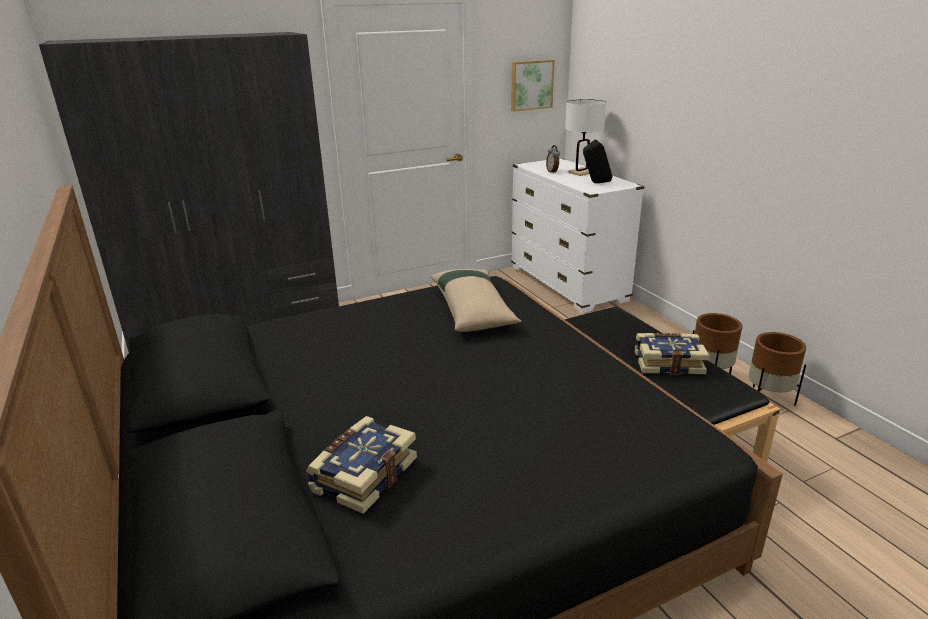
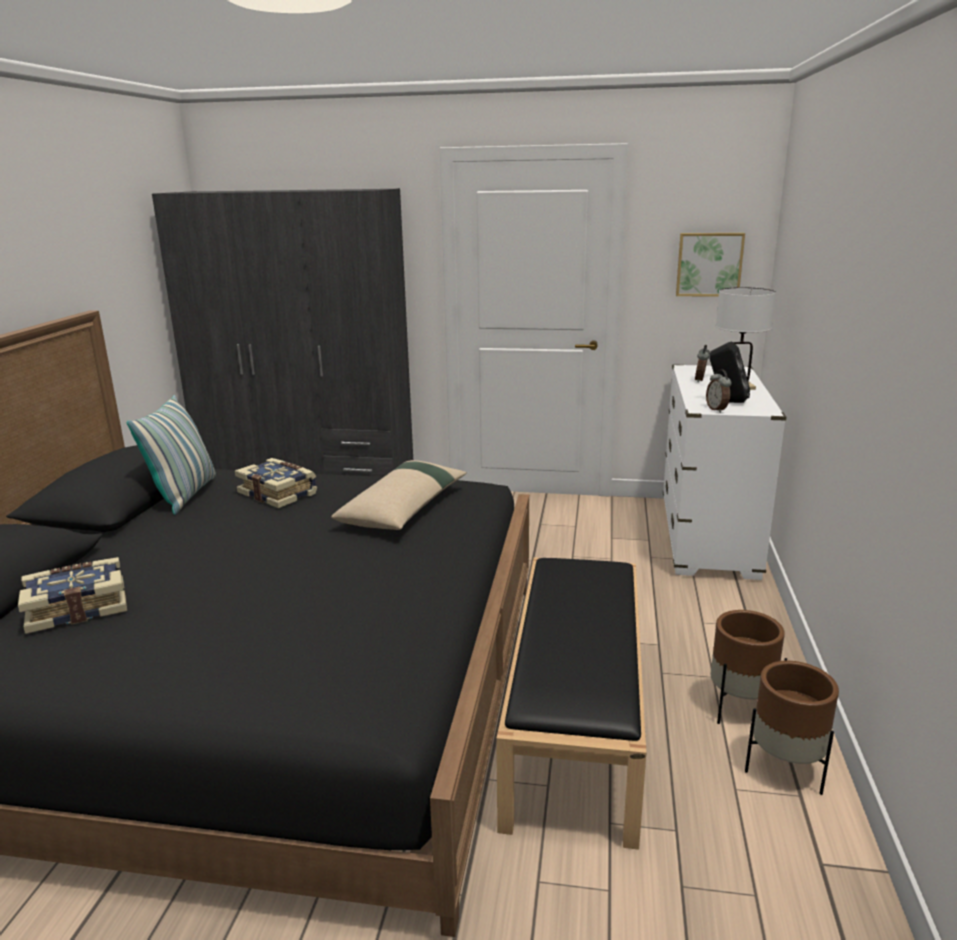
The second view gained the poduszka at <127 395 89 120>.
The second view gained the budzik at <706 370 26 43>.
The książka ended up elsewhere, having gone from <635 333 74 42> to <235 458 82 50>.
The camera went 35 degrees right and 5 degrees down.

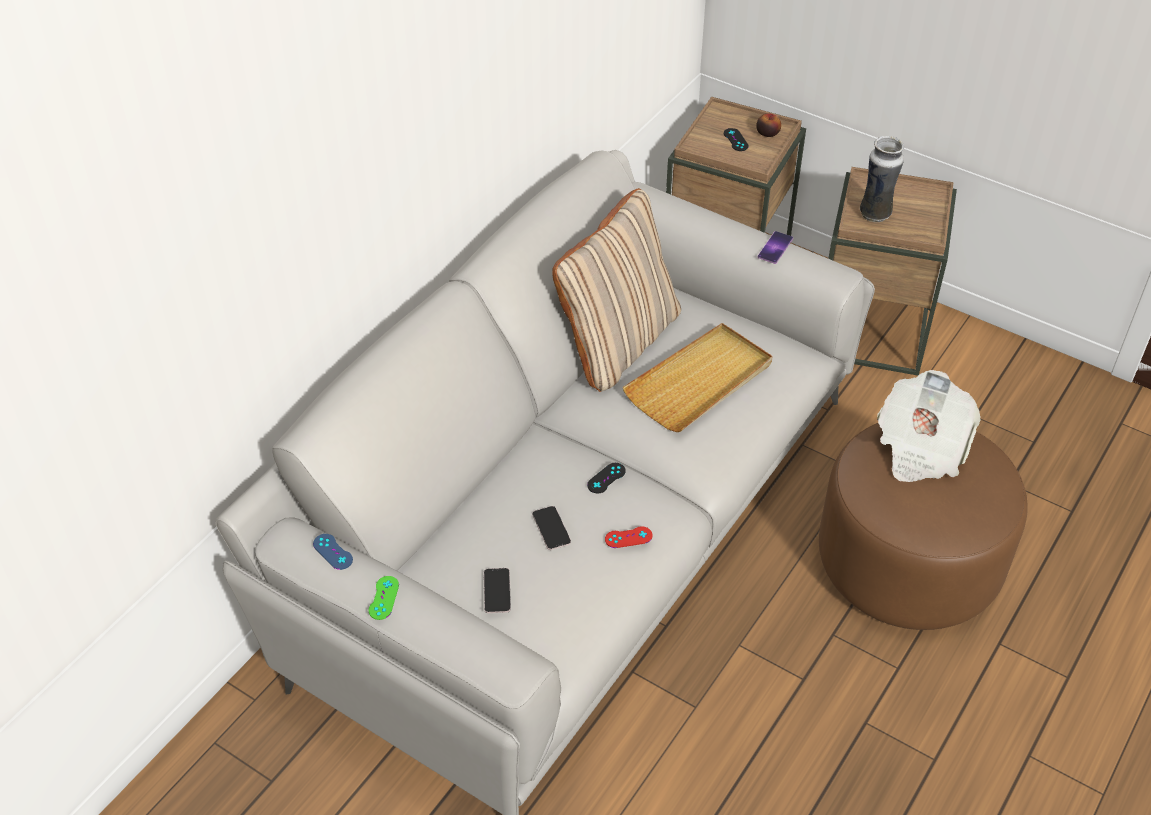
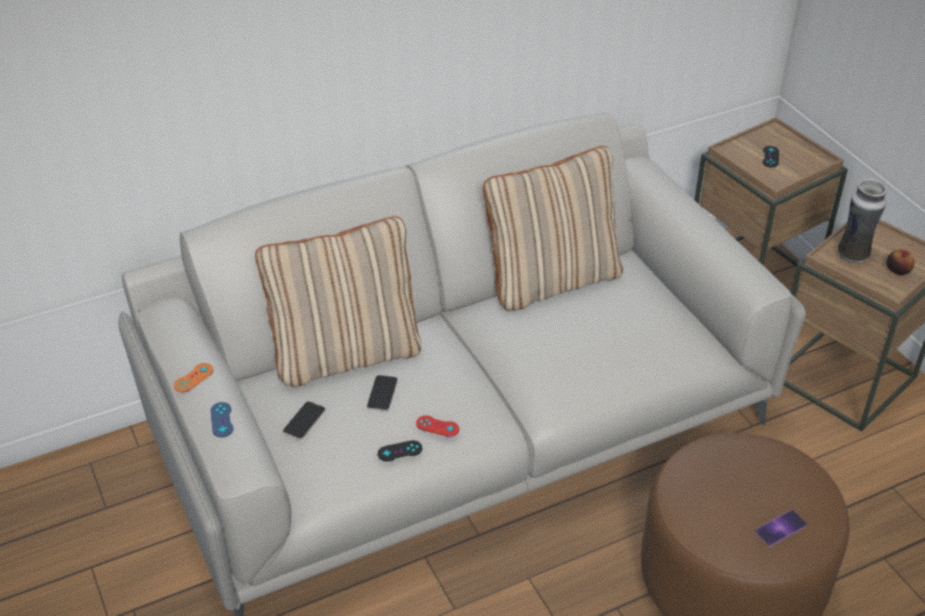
The second view lost the taca (beżowy) at <623 323 150 109>.
The second view lost the gazeta at <877 370 104 112>.
The second view gained the poduszka (beżowy) at <255 216 166 170>.
The pad do gier (niebieski) ended up elsewhere, having gone from <313 534 40 36> to <211 402 23 35>.
The pad do gier (czarny) ended up elsewhere, having gone from <587 463 39 31> to <378 440 44 22>.
The jabłko ended up elsewhere, having gone from <756 113 25 24> to <886 250 29 25>.
The telefon ended up elsewhere, having gone from <758 231 35 33> to <755 510 52 37>.
What was the pad do gier (zielony) at <369 576 30 44> turned into the pad do gier (pomarańczowy) at <174 363 40 29>.
The camera went 30 degrees right and 5 degrees down.

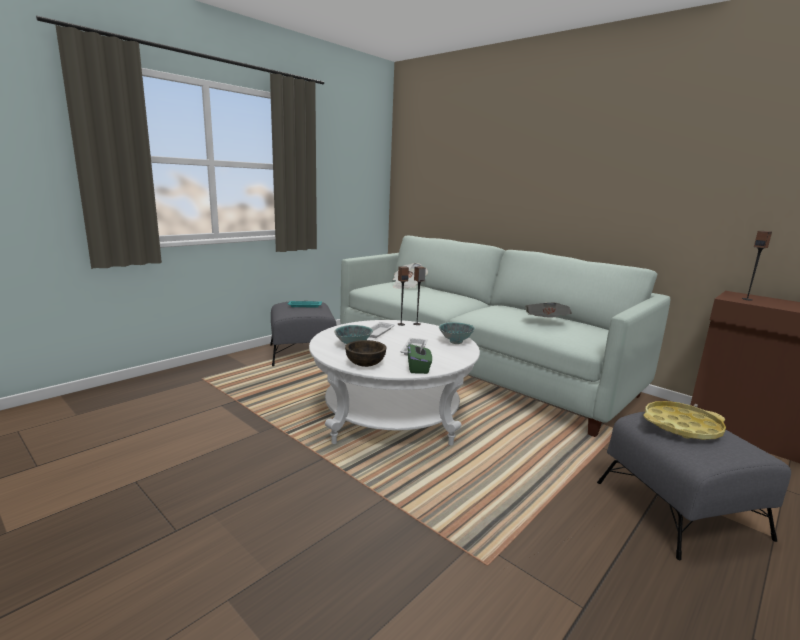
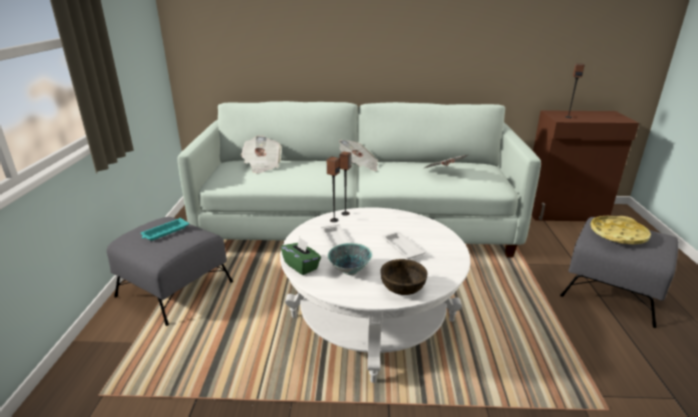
The second view lost the miska at <439 322 36 22>.
The second view gained the gazeta at <339 140 39 31>.
The pudełko chusteczek (zielony) ended up elsewhere, having gone from <408 341 24 33> to <281 237 40 38>.
The camera went 40 degrees left and 10 degrees up.

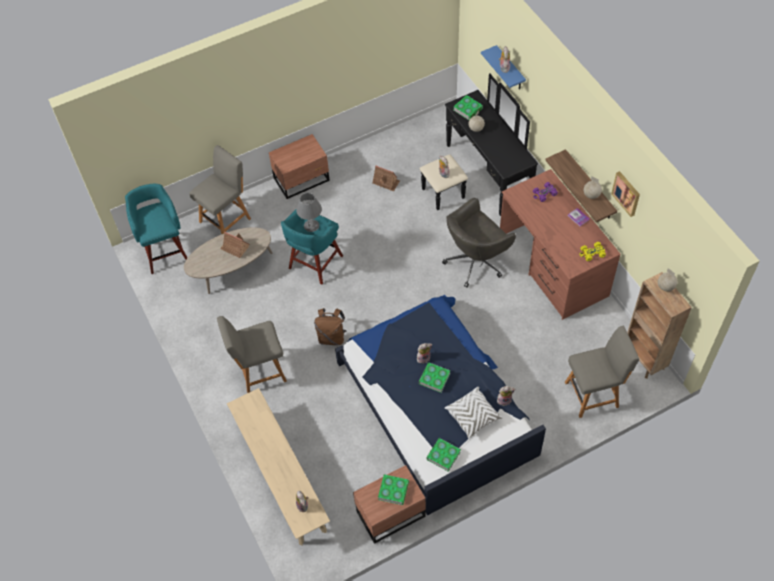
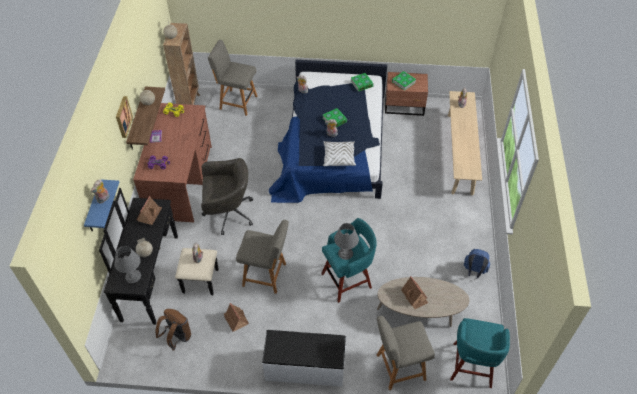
The second view gained the domek at <136 196 26 29>.
The second view gained the plecak (niebieski) at <464 249 26 29>.
The krzesło (szary) ended up elsewhere, having gone from <217 316 70 77> to <236 220 53 74>.
The plecak (brązowy) ended up elsewhere, having gone from <314 308 32 37> to <155 309 36 41>.
The poduszka (biały) ended up elsewhere, having gone from <445 386 58 53> to <323 141 33 25>.
The obraz ended up elsewhere, having gone from <611 171 29 46> to <116 96 17 42>.
Where the szafka nocna (brązowy) stood at <269 134 61 65>, the ławka (biały) came to stand at <262 330 84 57>.
Where the książka stood at <453 95 30 25>, the lampa stołowa (szary) came to stand at <114 246 27 37>.
The camera went 150 degrees left and 5 degrees down.

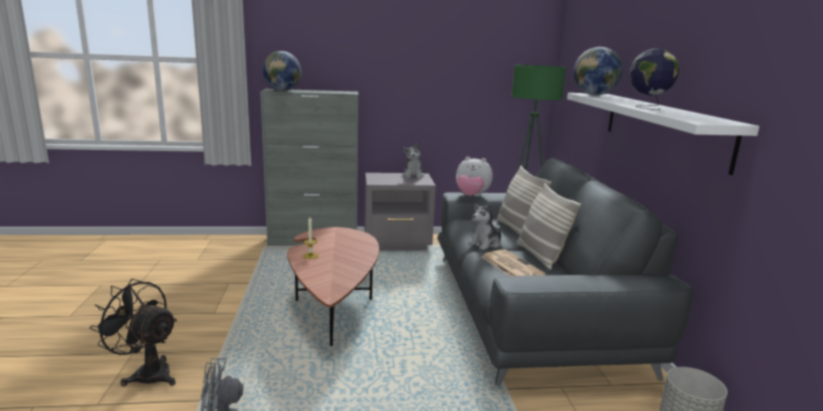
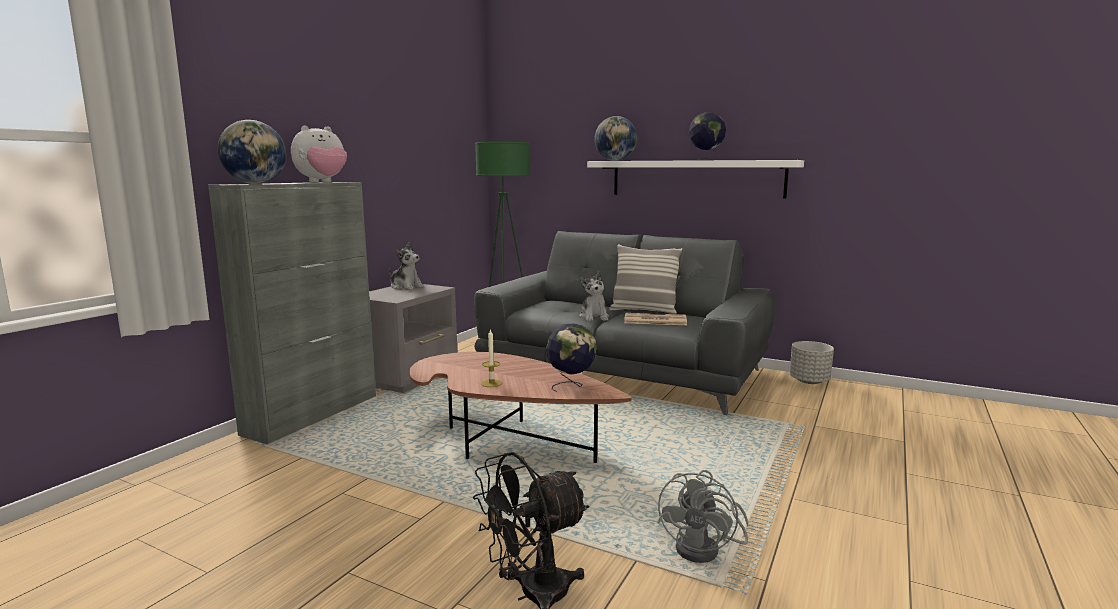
The second view lost the poduszka at <497 166 55 69>.
The second view gained the globus at <546 323 51 69>.
The pluszak ended up elsewhere, having gone from <456 156 37 40> to <291 126 56 56>.
The camera went 55 degrees left and 5 degrees down.

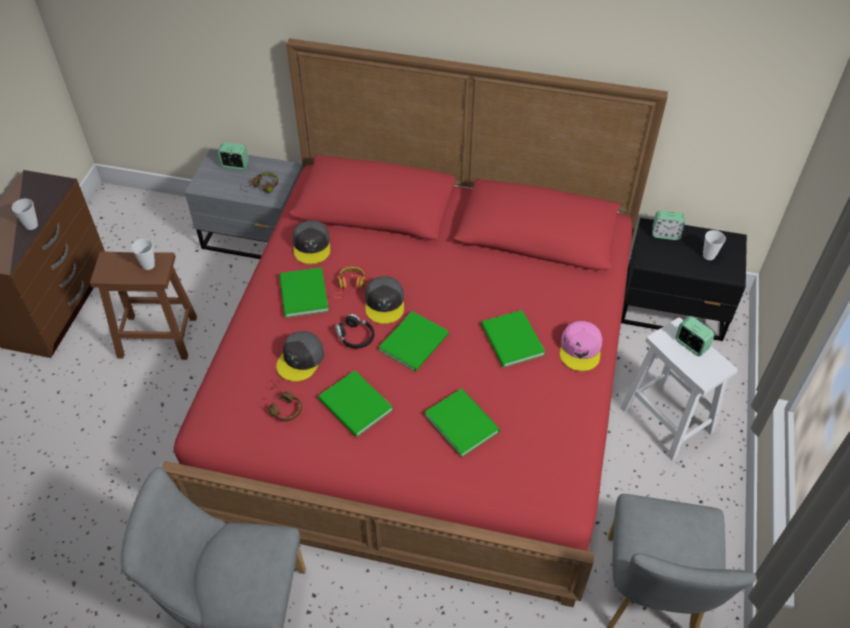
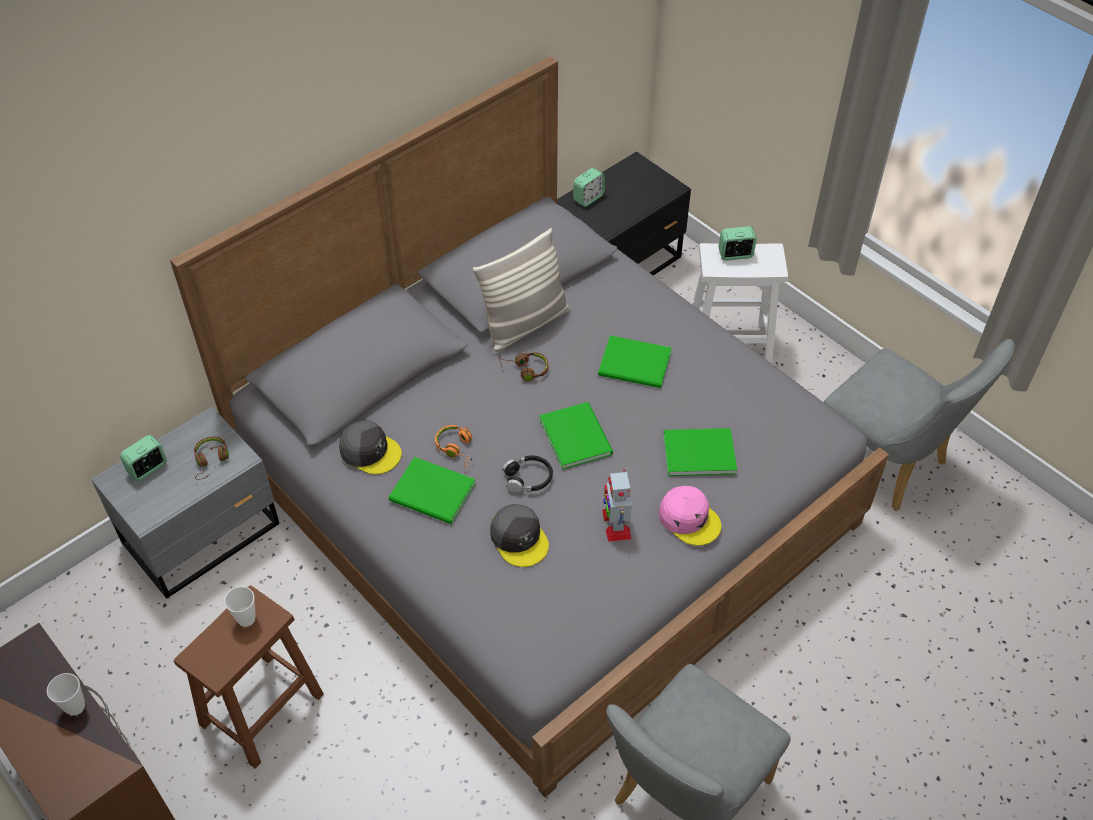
The second view lost the czapka z daszkiem (szary) at <365 276 39 48>.
The second view lost the filiżanka at <703 230 23 30>.
The second view gained the poduszka at <472 228 99 126>.
The słuchawki (brązowy) ended up elsewhere, having gone from <268 380 34 41> to <499 352 49 29>.
The czapka z daszkiem (różowy) ended up elsewhere, having gone from <560 321 42 50> to <658 486 63 60>.
Where the książka (zielony) stood at <318 370 75 67>, the robot zabawkowy came to stand at <602 469 30 73>.
What was the łóżko (czerwony) at <162 38 506 569> turned into the łóżko (szary) at <170 56 719 741>.
The camera went 55 degrees left and 0 degrees up.

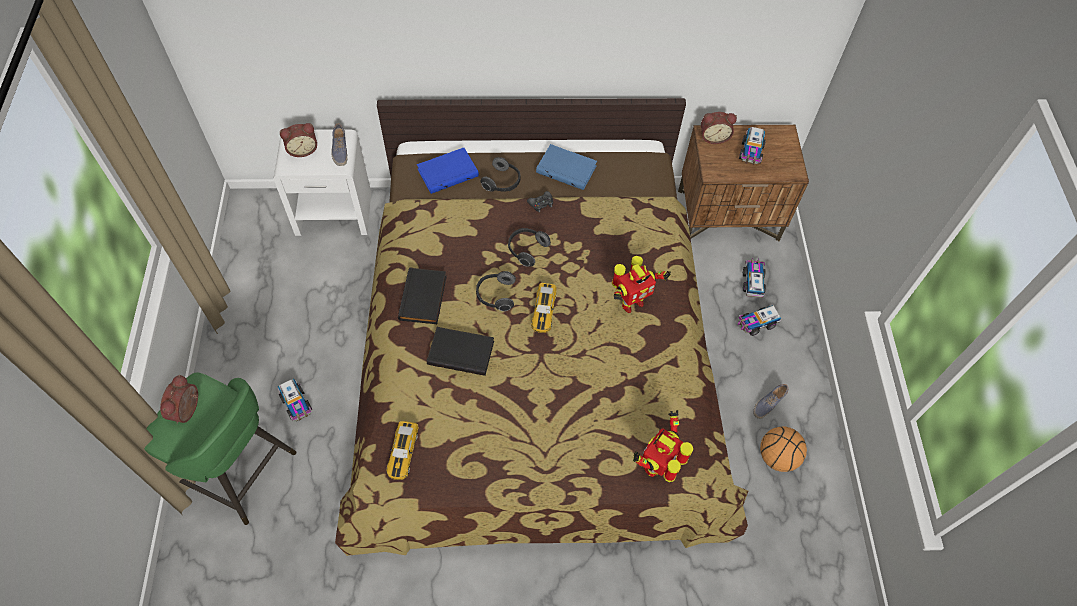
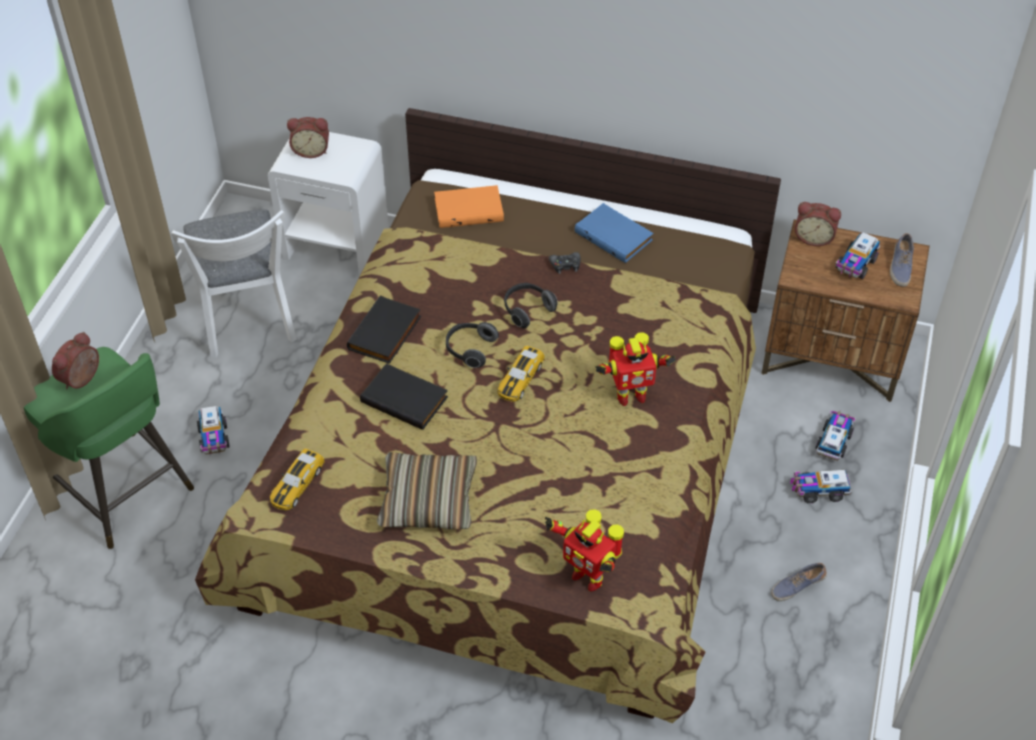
The second view lost the słuchawki at <481 157 40 35>.
The second view lost the piłka do koszykówki at <760 427 47 45>.
The second view gained the krzesło (biały) at <171 209 126 149>.
The second view gained the poduszka at <377 452 100 77>.
The but ended up elsewhere, having gone from <331 123 16 43> to <890 233 24 54>.
What was the książka (niebieski) at <417 148 62 46> turned into the książka (pomarańczowy) at <434 185 70 43>.
The robot zabawkowy at <633 410 60 72> ended up facing another way, 105 degrees counterclockwise from before.
The camera went 20 degrees right and 10 degrees down.

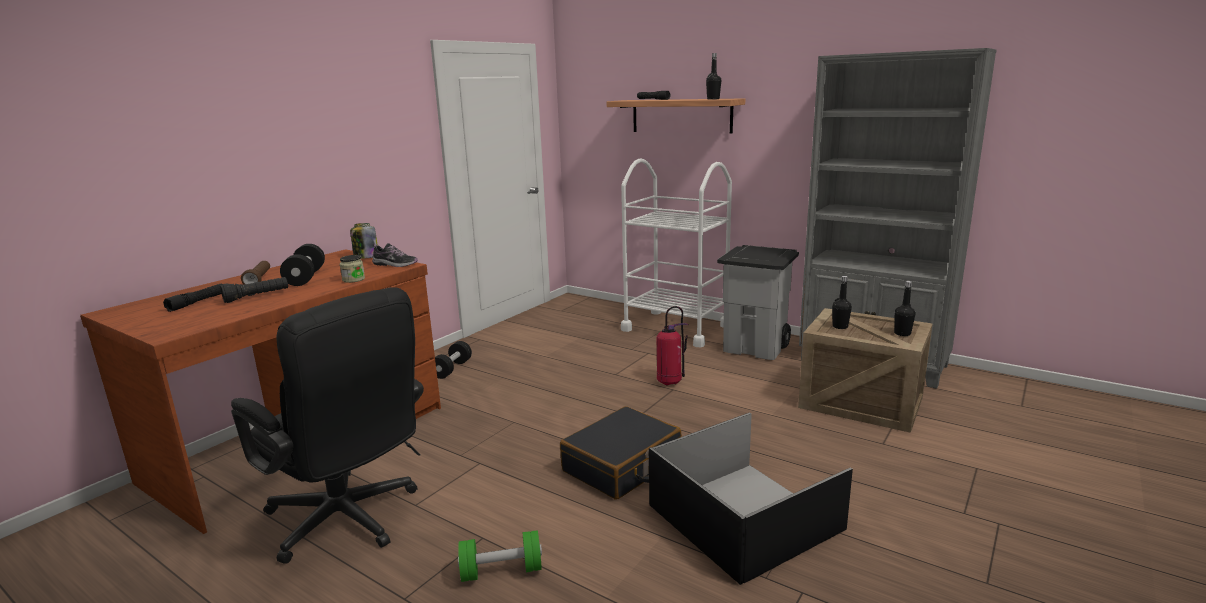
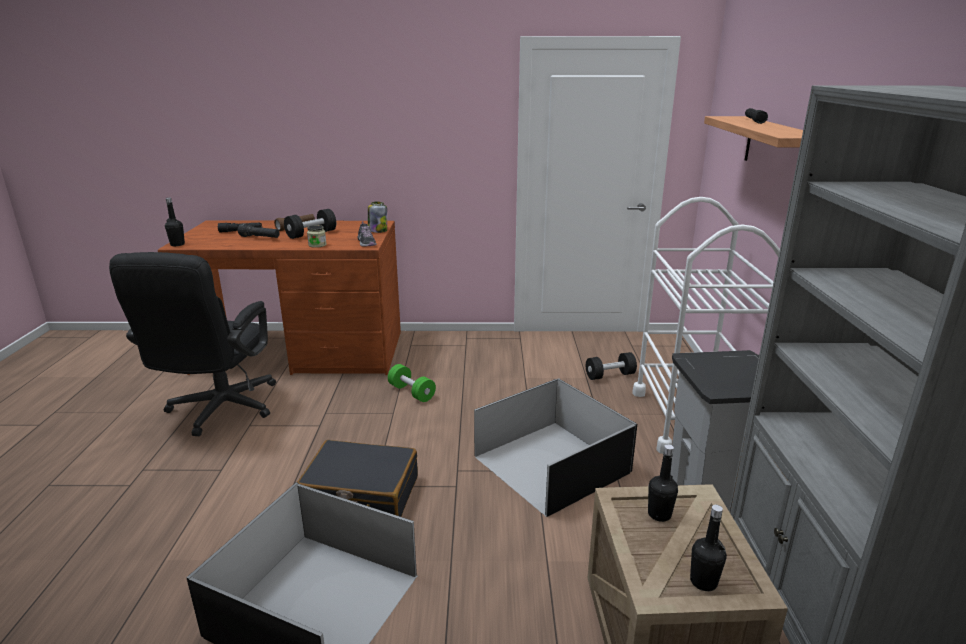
The hantel (czarny) ended up elsewhere, having gone from <435 341 37 38> to <586 352 51 28>.
The hantel (zielony) ended up elsewhere, having gone from <458 530 84 52> to <388 364 48 38>.
The butelka (czarny) ended up elsewhere, having gone from <706 53 15 47> to <165 198 20 48>.
Where the gaśnica stood at <657 306 32 79>, the pojemnik do przechowywania (czarny) came to stand at <474 378 163 139>.
The camera went 55 degrees right and 5 degrees up.

